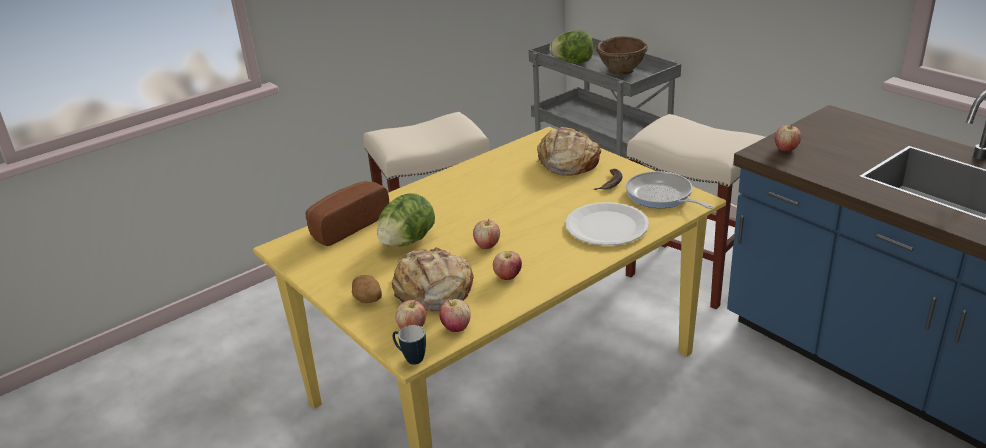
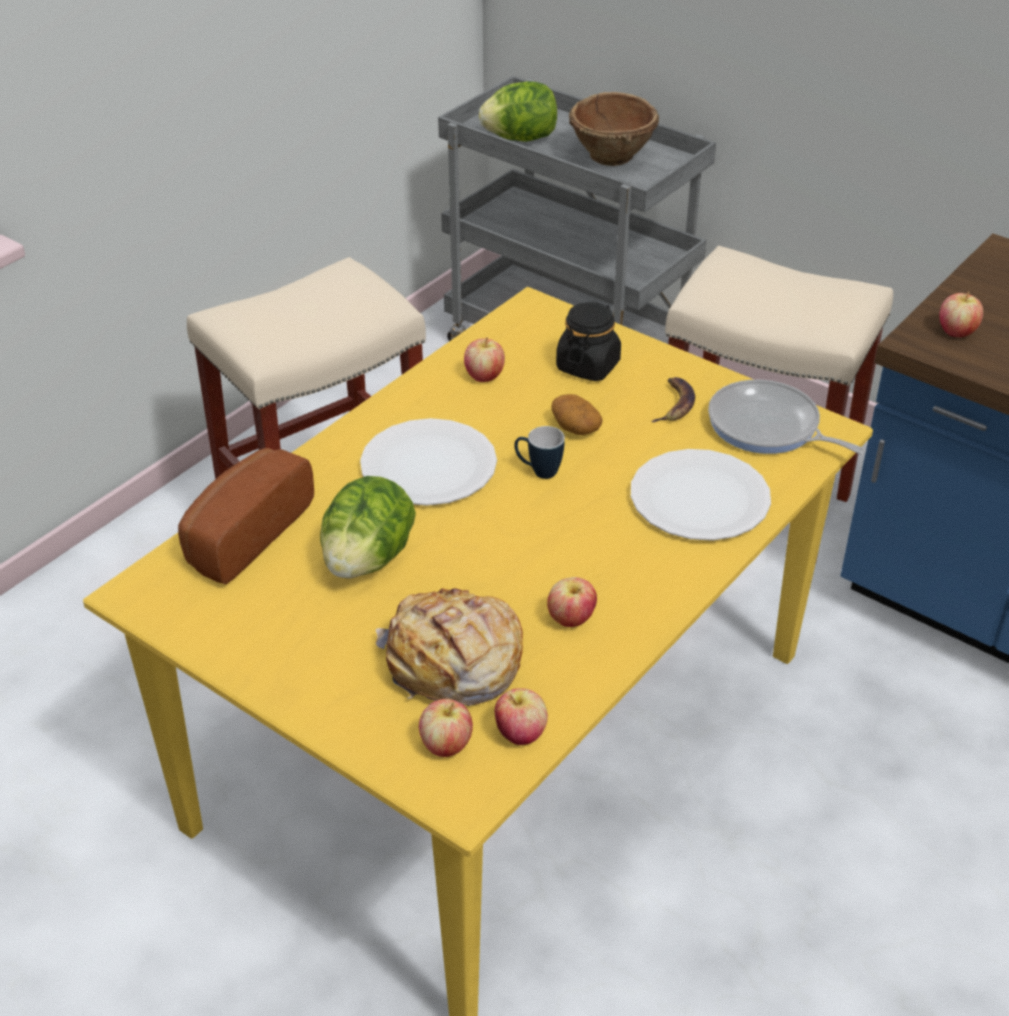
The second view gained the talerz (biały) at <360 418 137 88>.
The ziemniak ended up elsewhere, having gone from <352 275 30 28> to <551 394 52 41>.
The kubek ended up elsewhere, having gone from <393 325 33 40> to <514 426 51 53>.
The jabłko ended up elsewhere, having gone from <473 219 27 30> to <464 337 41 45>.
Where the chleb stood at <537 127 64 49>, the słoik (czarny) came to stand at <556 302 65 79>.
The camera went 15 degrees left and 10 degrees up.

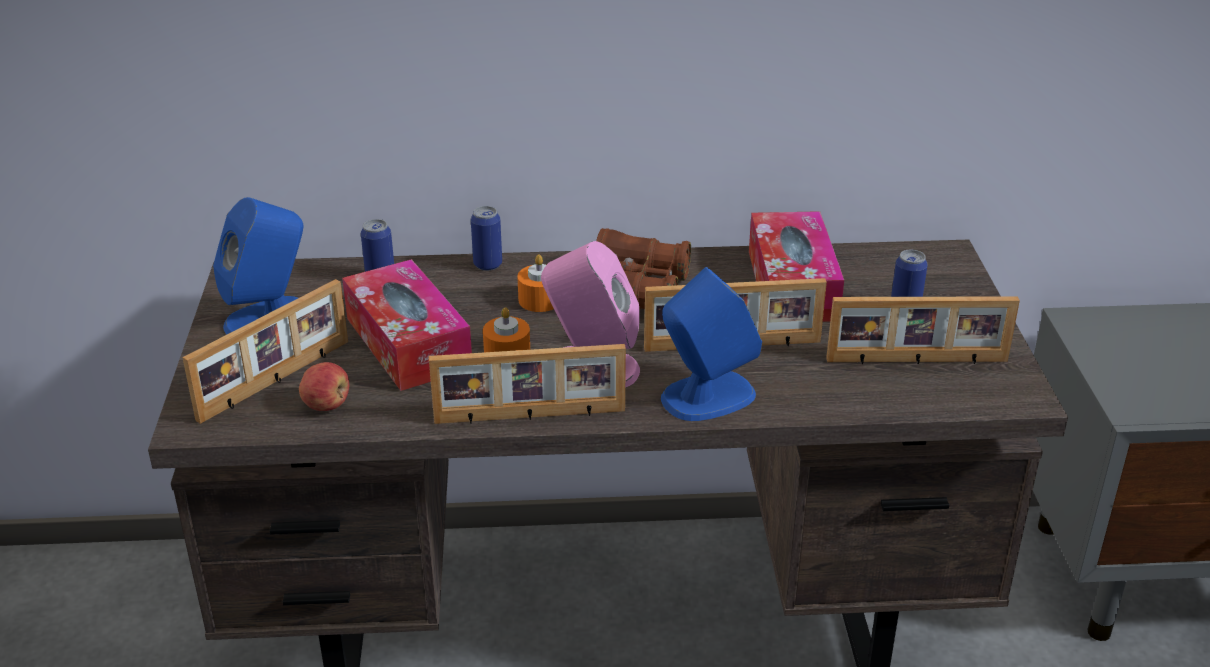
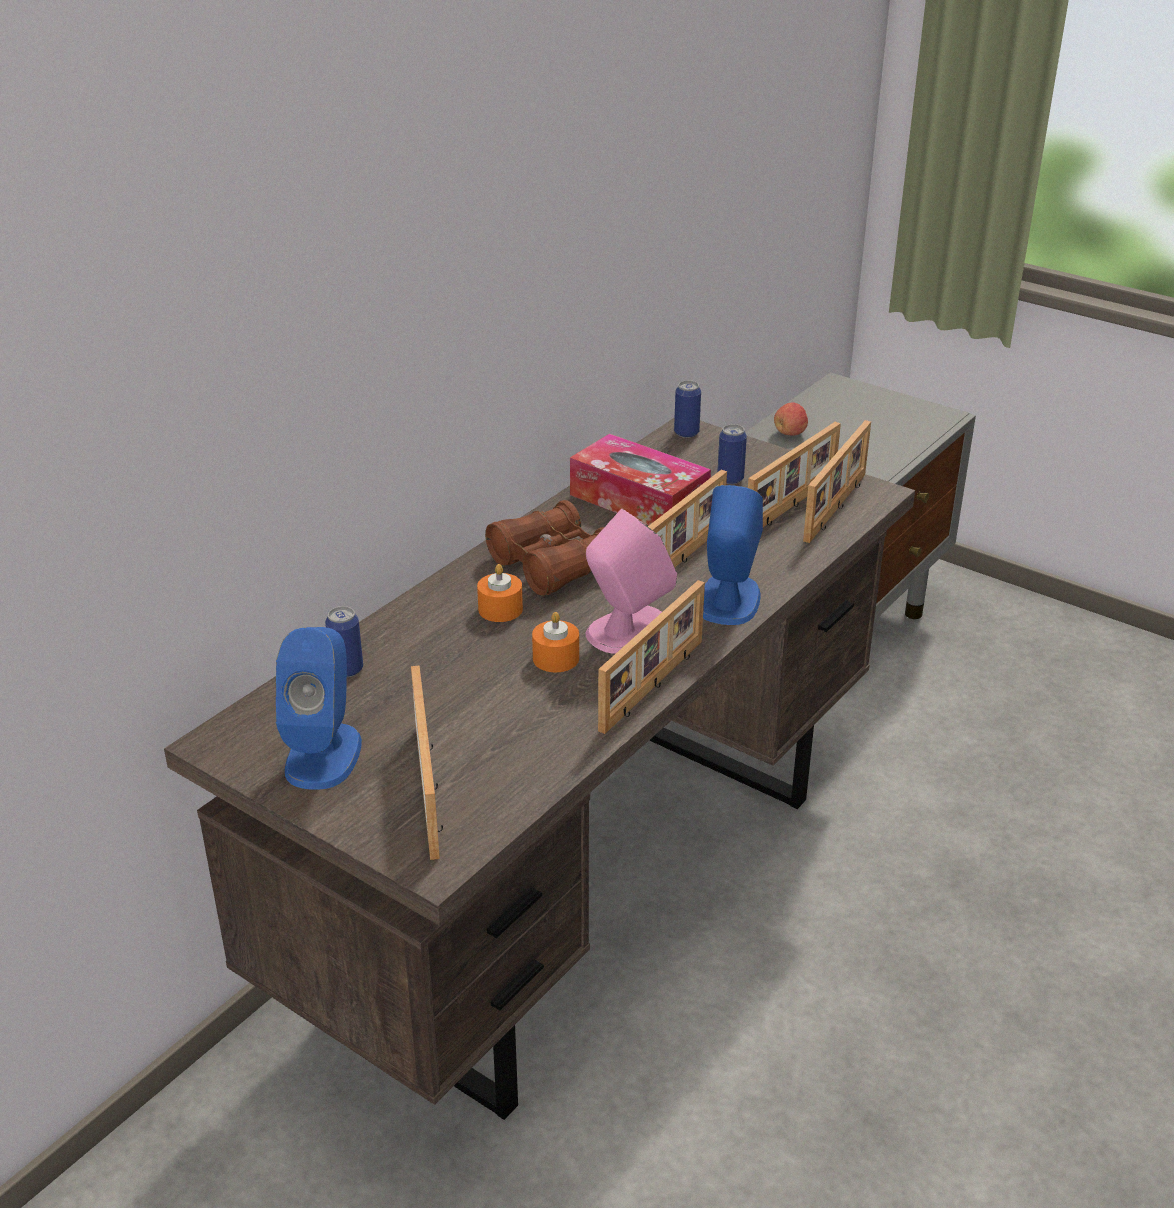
The second view lost the pudełko chusteczek at <342 259 130 132>.
The second view gained the ramka na zdjęcie at <803 420 68 123>.
The jabłko ended up elsewhere, having gone from <299 362 50 49> to <774 403 34 33>.
The puszka ended up elsewhere, having gone from <471 206 31 65> to <674 380 27 58>.
The camera went 50 degrees left and 0 degrees up.

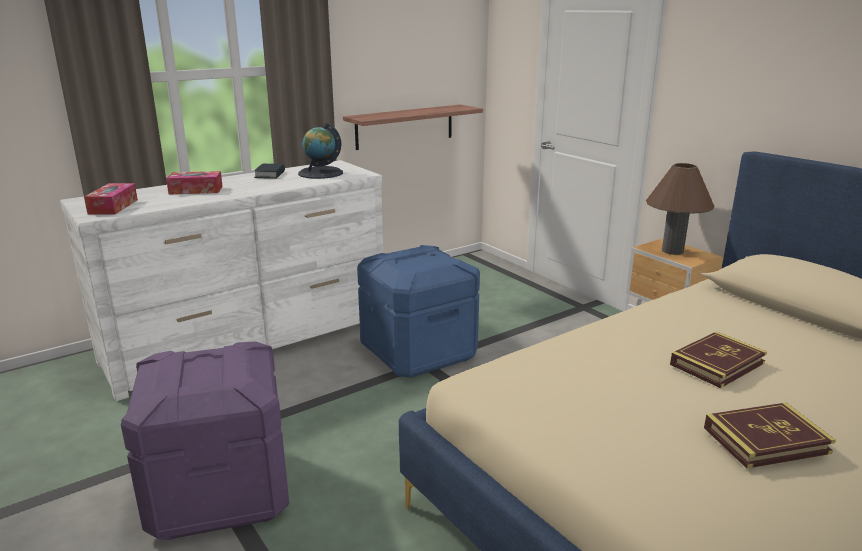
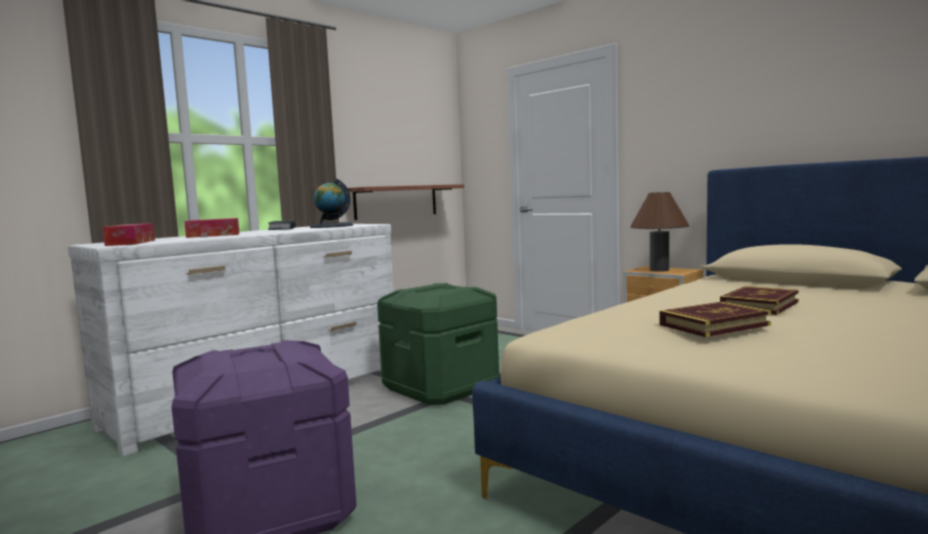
The książka ended up elsewhere, having gone from <704 403 132 66> to <660 302 111 35>.
What was the pojemnik do przechowywania (niebieski) at <357 245 123 133> turned into the pojemnik do przechowywania (zielony) at <377 283 122 122>.
The camera went 10 degrees left and 15 degrees down.

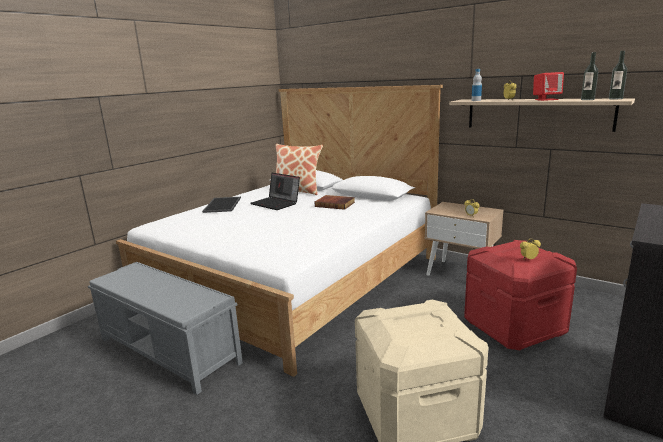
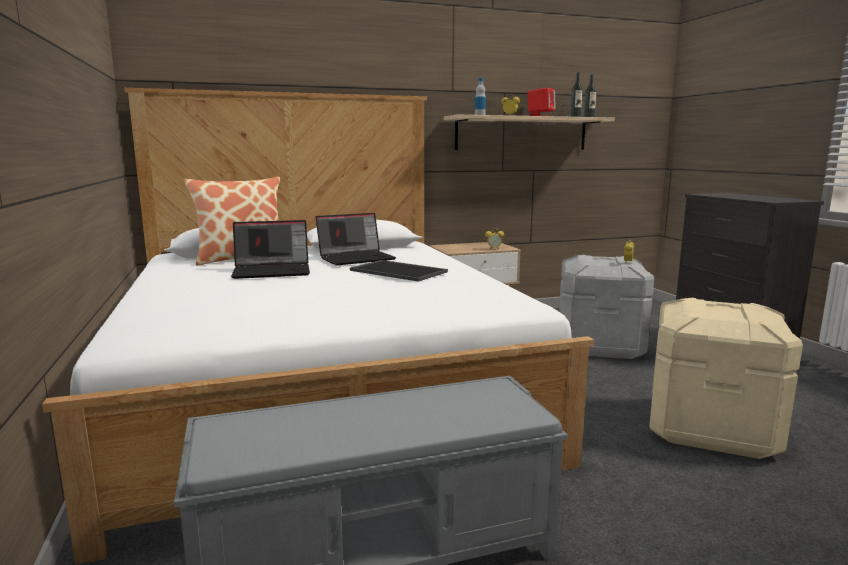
The taca ended up elsewhere, having gone from <202 197 39 16> to <350 260 98 22>.
Where the książka stood at <315 195 40 15>, the laptop came to stand at <316 213 80 52>.
What was the pojemnik do przechowywania (czerwony) at <464 240 113 111> turned into the pojemnik do przechowywania (szary) at <559 255 95 104>.
The camera went 55 degrees left and 5 degrees down.

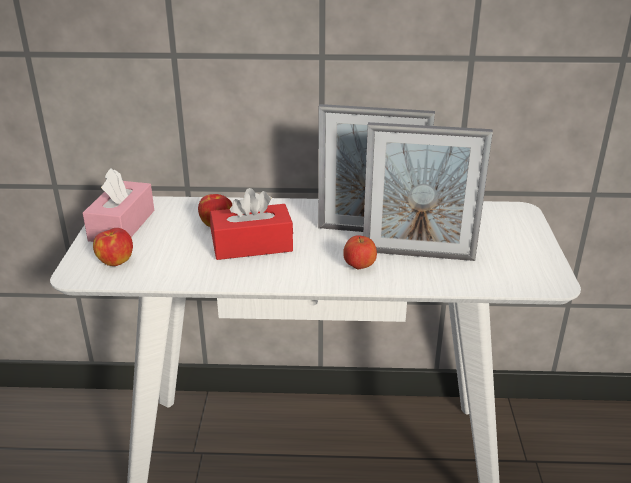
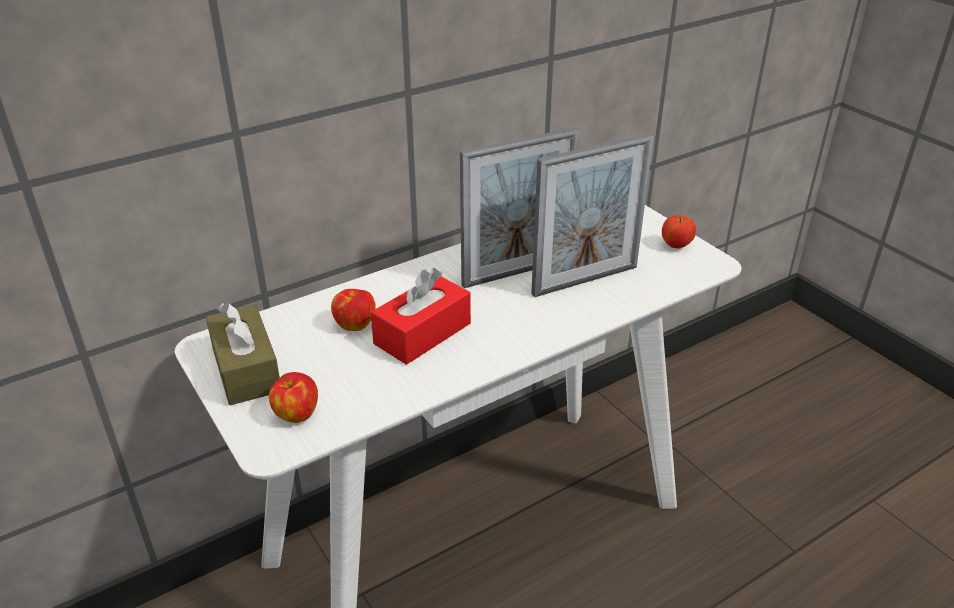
The jabłko ended up elsewhere, having gone from <343 235 34 34> to <662 215 34 34>.
What was the pudełko chusteczek (różowy) at <82 168 72 74> turned into the pudełko chusteczek (brązowy) at <206 303 74 102>.
The camera went 35 degrees left and 5 degrees up.

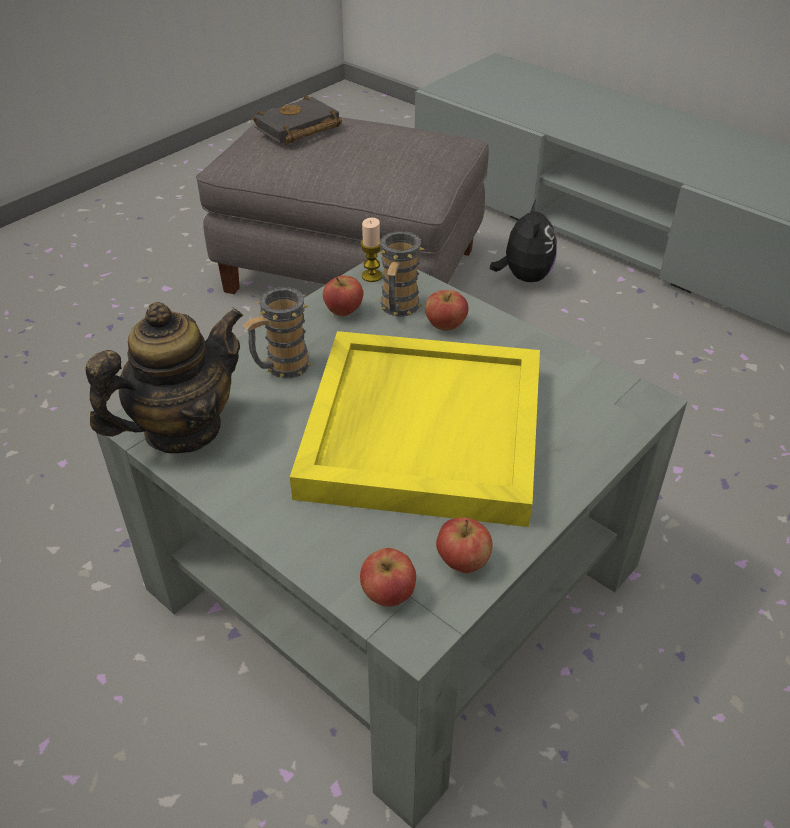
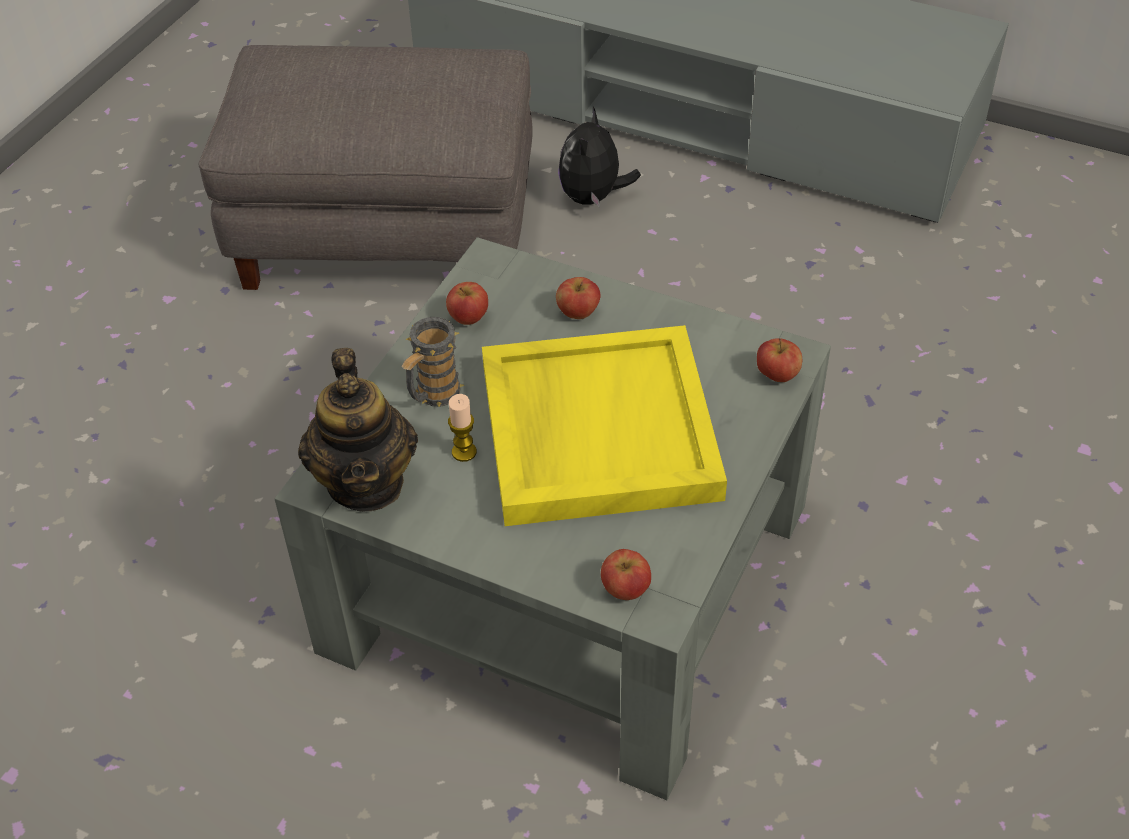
The second view lost the książka (czarny) at <253 95 89 50>.
The second view lost the kubek at <377 231 47 85>.
The świeca ended up elsewhere, having gone from <360 218 22 64> to <448 394 29 68>.
The jabłko ended up elsewhere, having gone from <436 517 57 56> to <757 338 45 44>.
The imbryk at <85 302 158 151> ended up facing another way, 135 degrees clockwise from before.
The pluszak at <490 200 67 82> ended up facing another way, 150 degrees counterclockwise from before.
The camera went 15 degrees left and 5 degrees up.

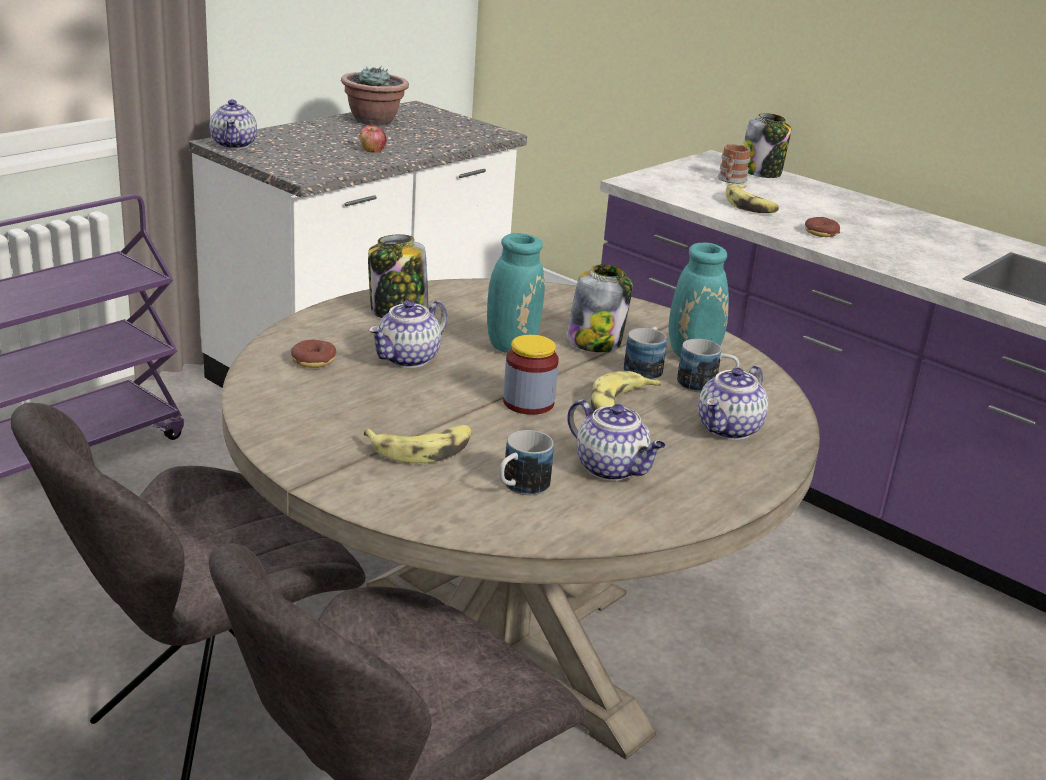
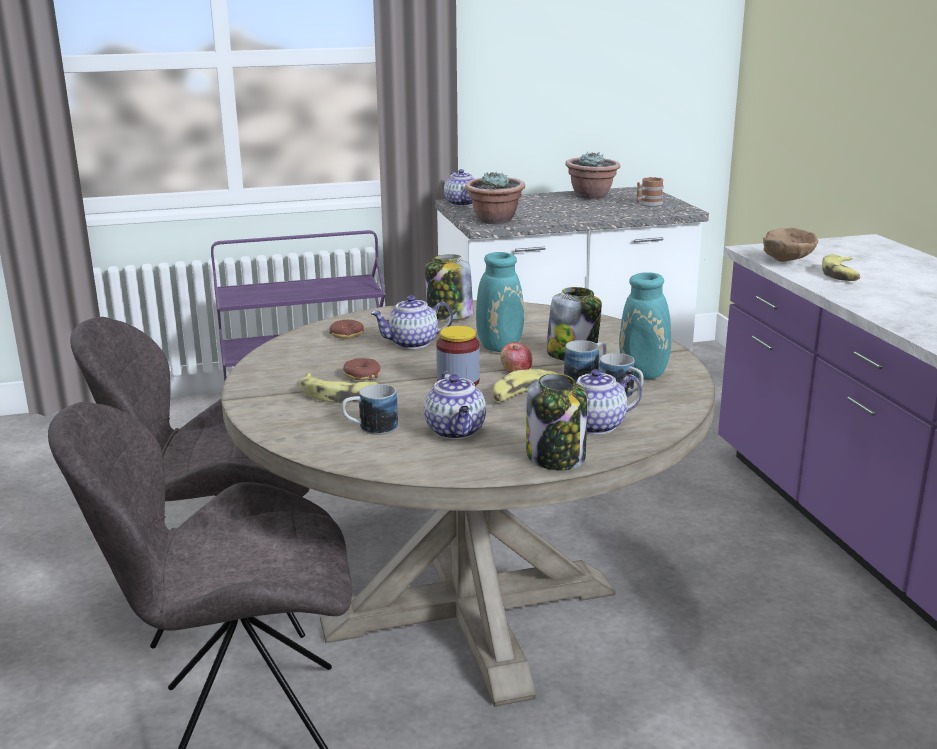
The second view gained the roślina doniczkowa at <465 171 60 53>.
The second view gained the miska (brązowy) at <763 228 55 34>.
The jabłko ended up elsewhere, having gone from <360 126 26 27> to <500 342 32 31>.
The kubek ended up elsewhere, having gone from <718 144 33 40> to <636 177 28 29>.
The słoik ended up elsewhere, having gone from <743 113 48 65> to <526 373 61 98>.
The donut ended up elsewhere, having gone from <805 217 35 20> to <343 358 38 22>.
The imbryk at <210 100 47 49> ended up facing another way, 45 degrees counterclockwise from before.
The camera went 35 degrees right and 5 degrees down.

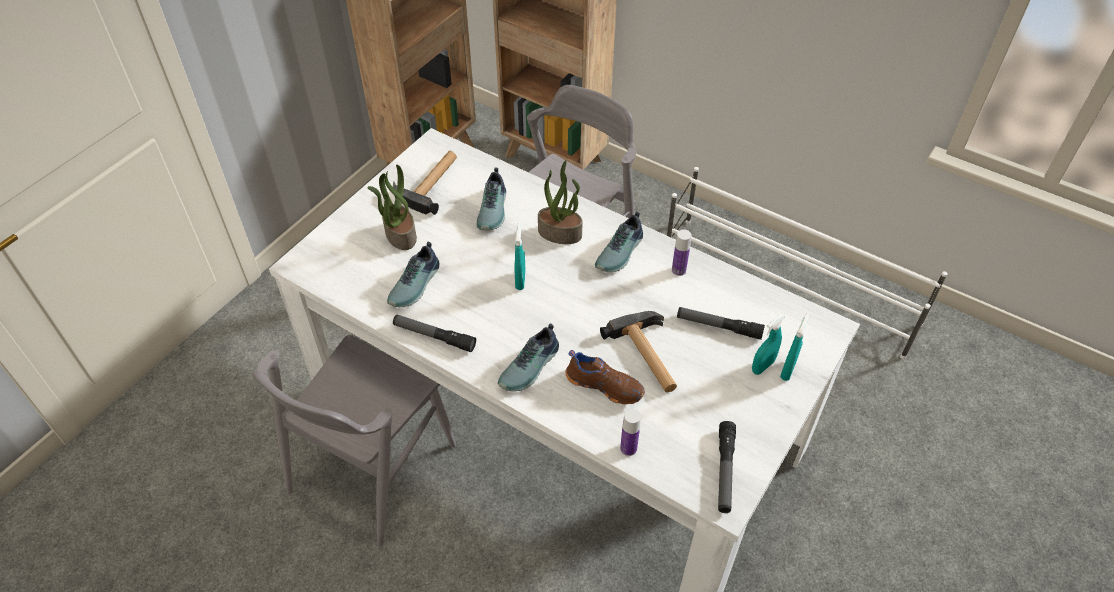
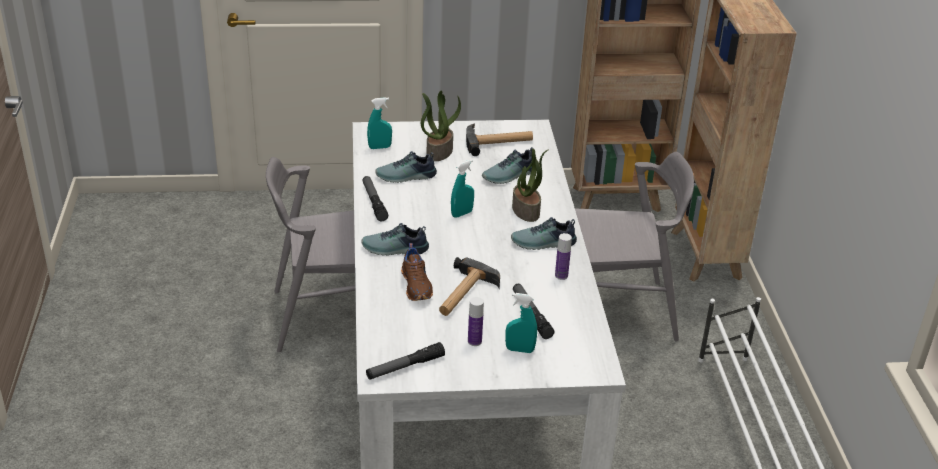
The butelka ended up elsewhere, having gone from <620 409 21 47> to <468 297 16 49>.
The spryskiwacz (turkusowy) ended up elsewhere, having gone from <780 313 29 68> to <367 97 25 52>.
The camera went 50 degrees right and 15 degrees down.

